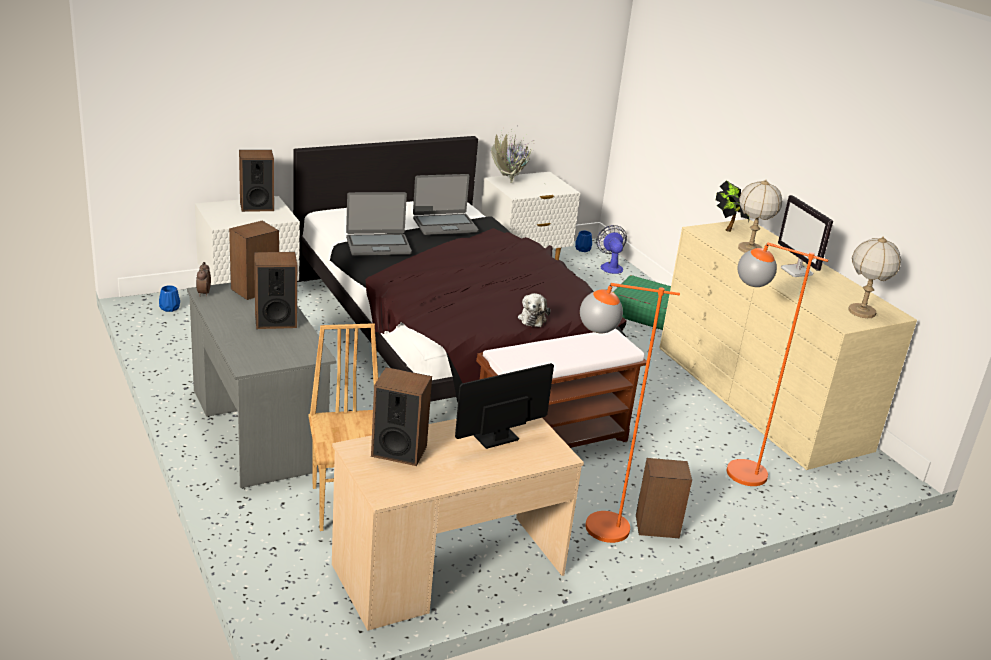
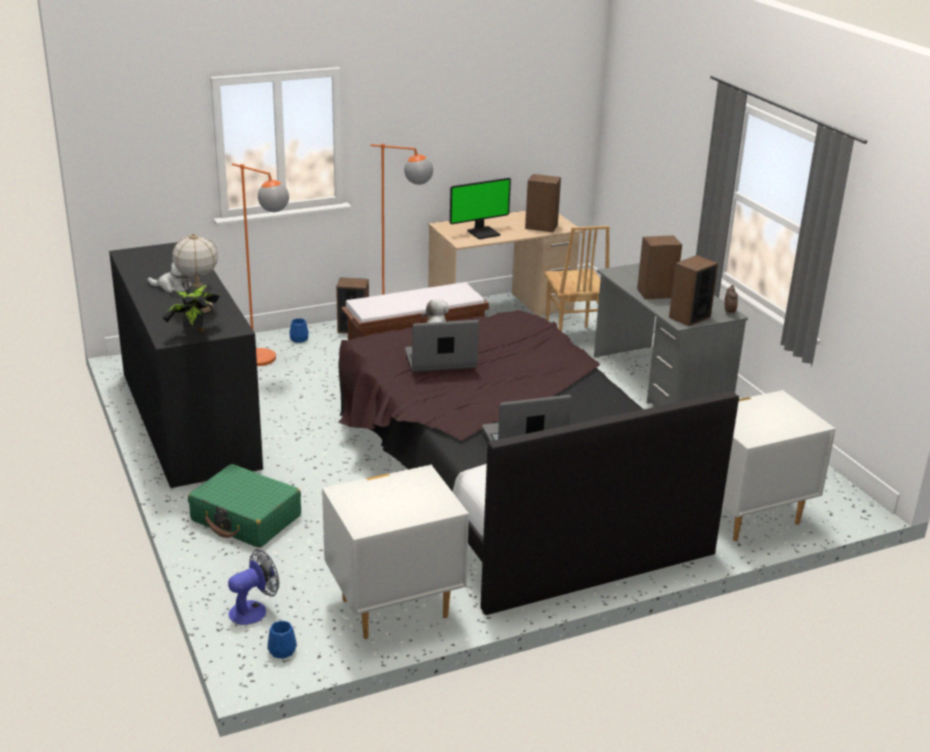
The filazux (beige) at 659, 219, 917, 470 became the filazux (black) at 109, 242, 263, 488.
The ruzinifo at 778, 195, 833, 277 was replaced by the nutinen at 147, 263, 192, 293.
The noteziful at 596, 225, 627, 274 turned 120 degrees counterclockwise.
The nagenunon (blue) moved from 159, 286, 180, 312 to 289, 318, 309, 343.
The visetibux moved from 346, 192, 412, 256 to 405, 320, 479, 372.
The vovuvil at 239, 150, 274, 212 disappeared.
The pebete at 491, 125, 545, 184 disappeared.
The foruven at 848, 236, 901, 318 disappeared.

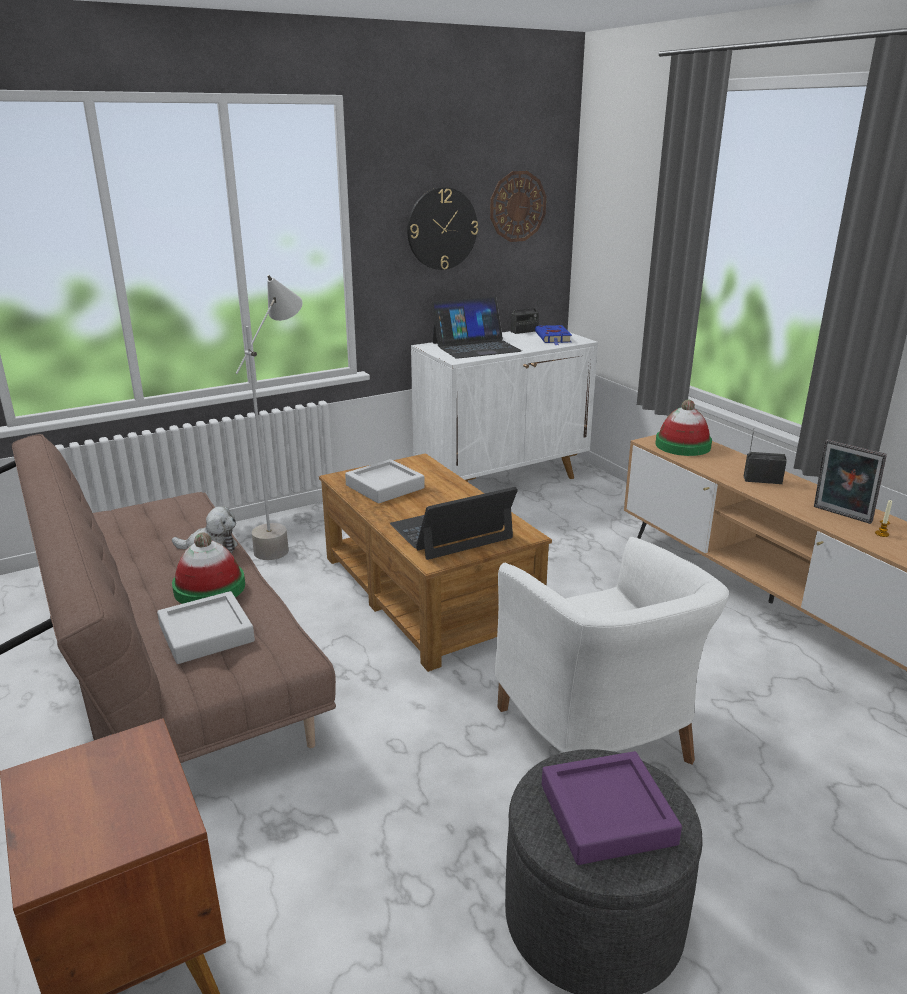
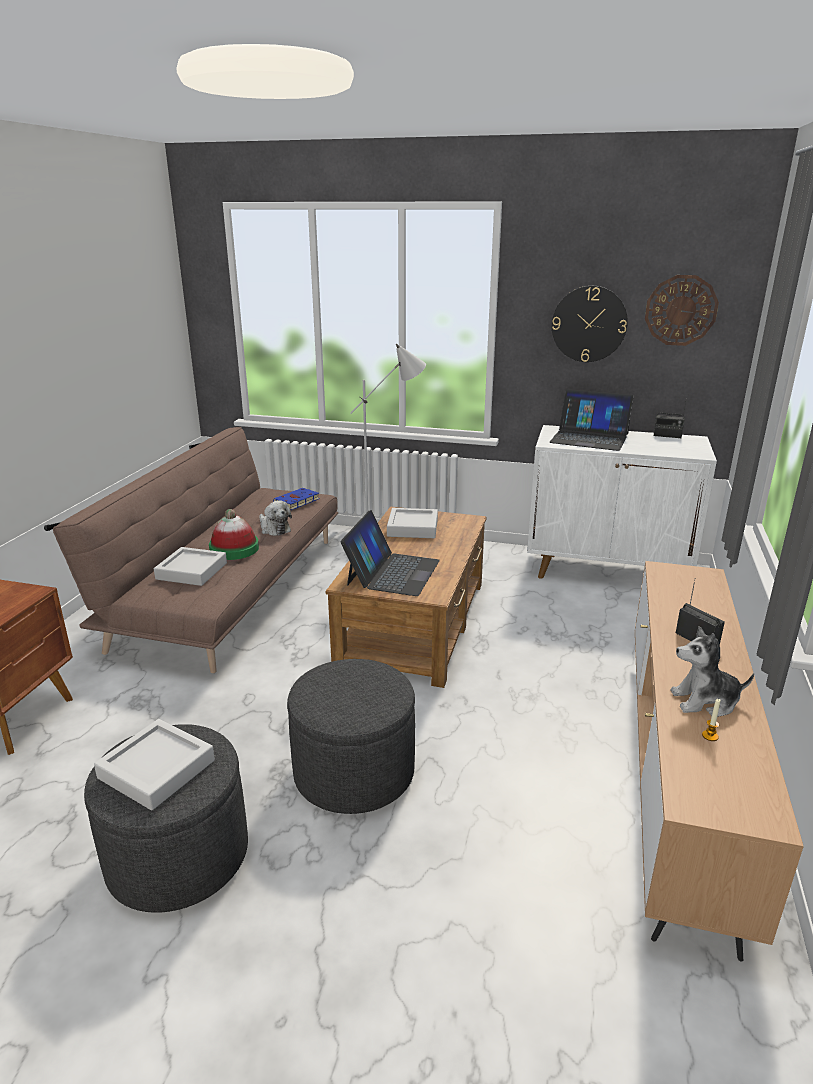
The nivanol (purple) at 542, 751, 682, 865 became the nivanol (grey) at 94, 719, 215, 810.
The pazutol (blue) moved from 535, 325, 572, 345 to 273, 488, 320, 510.
The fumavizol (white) at 495, 537, 729, 765 was replaced by the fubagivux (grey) at 287, 659, 415, 814.
The visetibux at 390, 487, 518, 560 turned 90 degrees clockwise.
The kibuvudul at 814, 439, 887, 524 was replaced by the nutinen at 670, 626, 754, 717.
The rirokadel at 656, 399, 712, 456 disappeared.

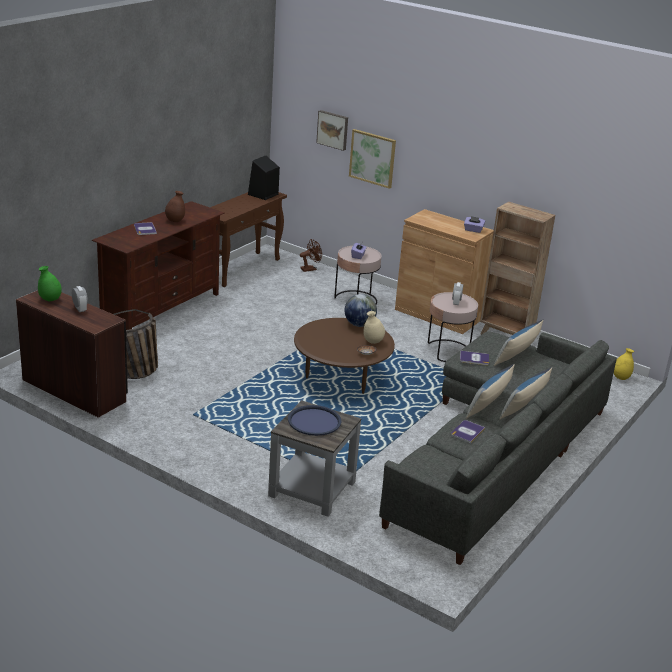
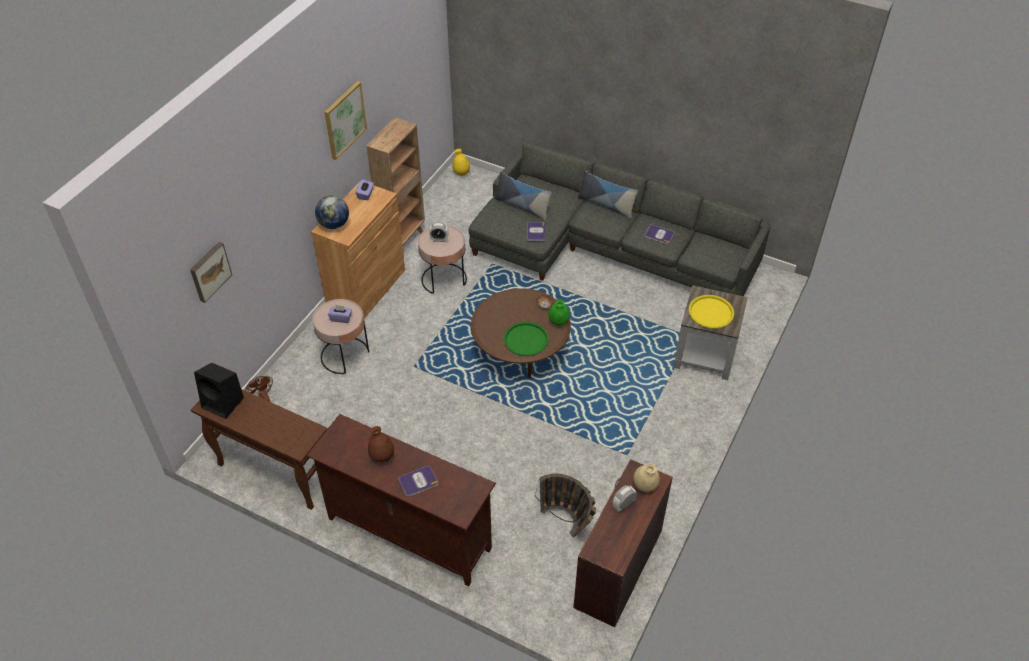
The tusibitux moved from 344, 294, 377, 327 to 315, 195, 349, 229.
The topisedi moved from 349, 129, 396, 189 to 325, 81, 367, 160.
The nivanol (green) at 504, 322, 549, 356 appeared.
The nagenunon (green) moved from 38, 266, 62, 301 to 548, 299, 570, 326.
The nagenunon (beige) moved from 364, 311, 385, 344 to 633, 463, 660, 492.
The nivanol (blue) at 288, 405, 341, 436 became the nivanol (yellow) at 689, 295, 734, 329.
The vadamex at 466, 364, 515, 419 disappeared.

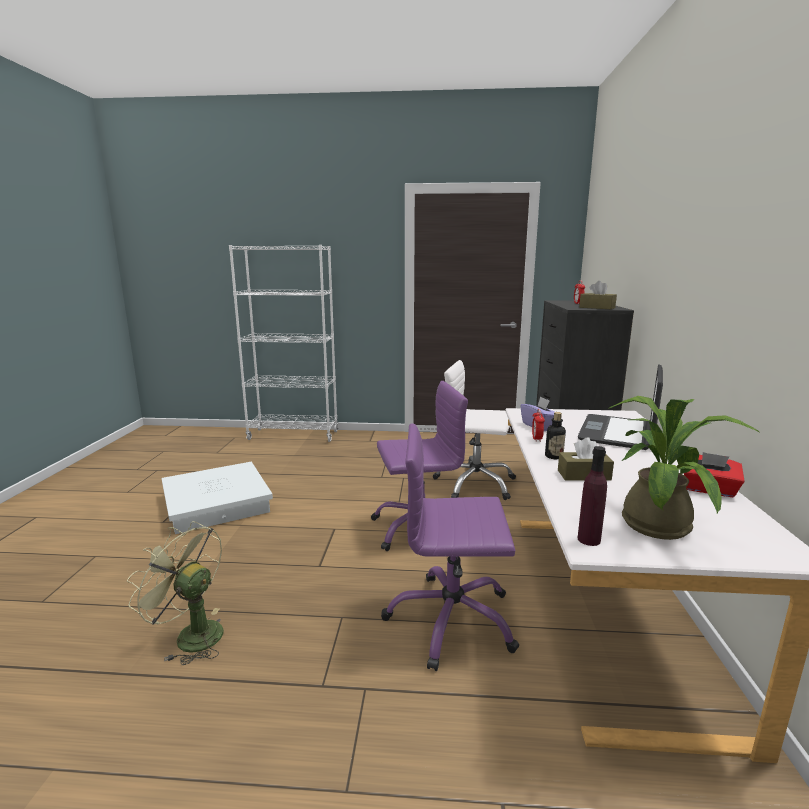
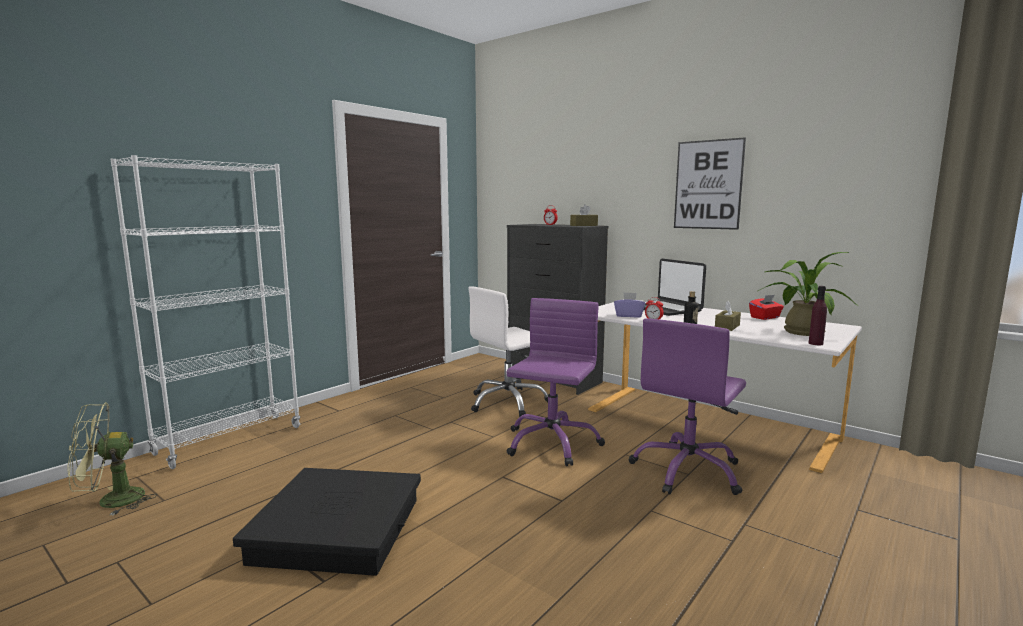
The noteziful (green) moved from 127, 521, 224, 665 to 67, 402, 157, 516.
The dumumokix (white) at 162, 462, 273, 534 became the dumumokix (black) at 233, 468, 421, 576.
The topisedi at 674, 137, 746, 230 appeared.

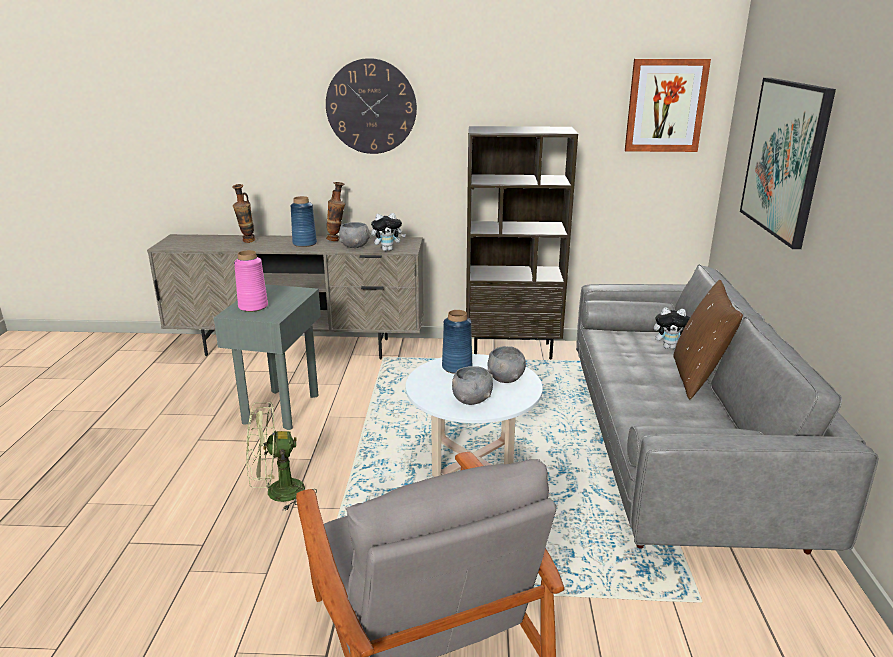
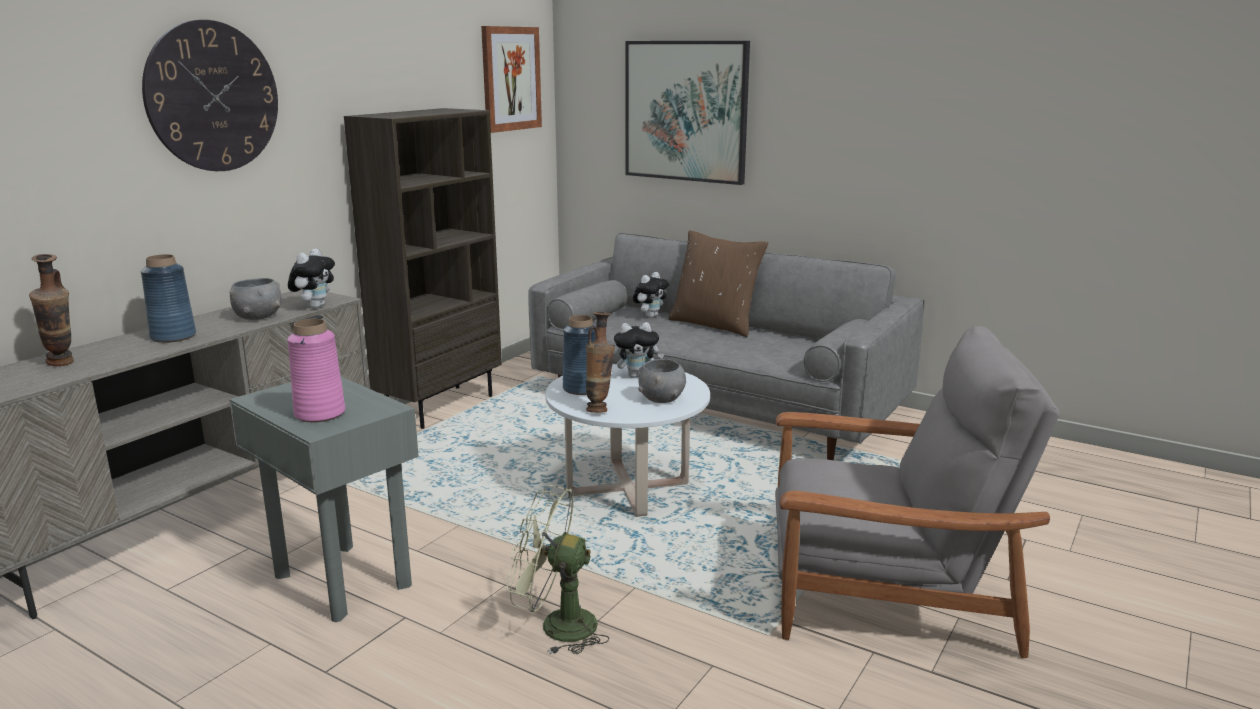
The noteziful (green) at 246, 402, 317, 511 turned 90 degrees clockwise.
The nagenunon moved from 326, 182, 345, 241 to 586, 312, 615, 413.
The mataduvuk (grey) at 488, 346, 526, 383 was replaced by the nutinen at 614, 322, 664, 378.

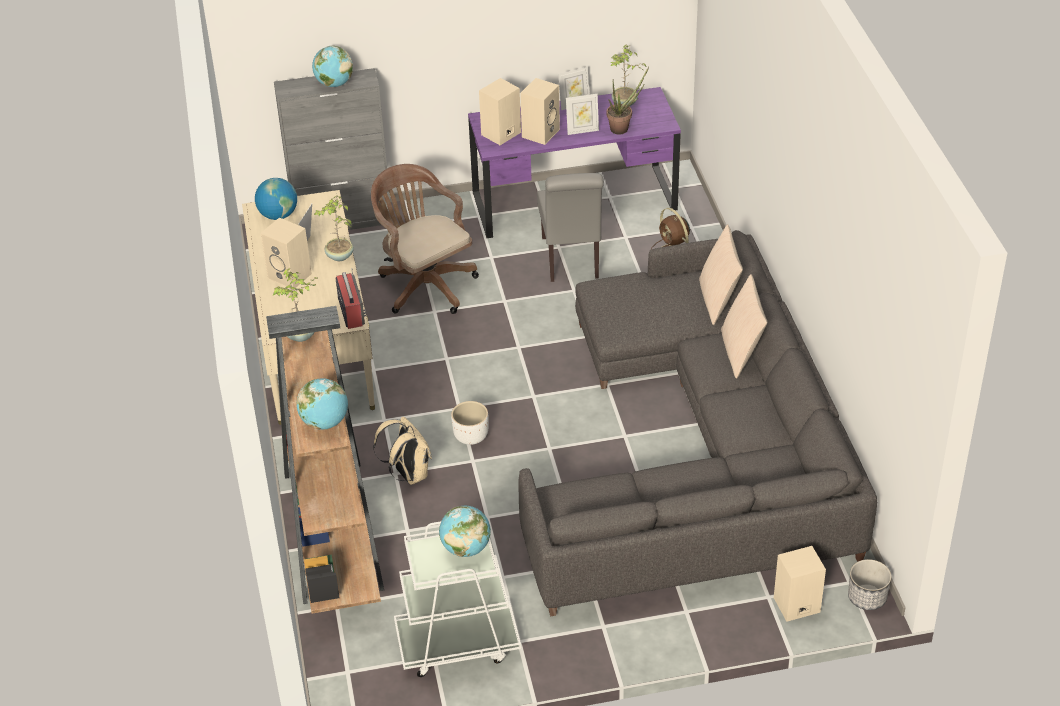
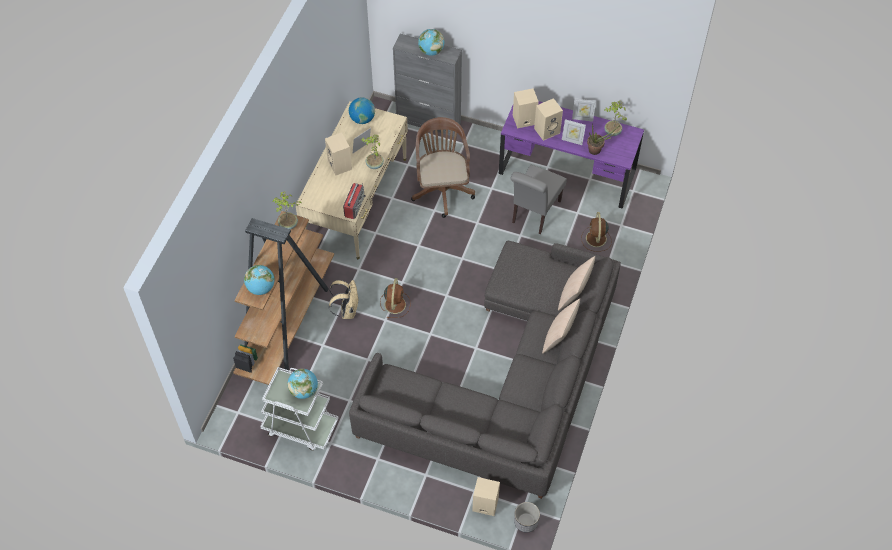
The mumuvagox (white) at 451, 401, 488, 445 was replaced by the noteziful (brown) at 380, 278, 411, 318.

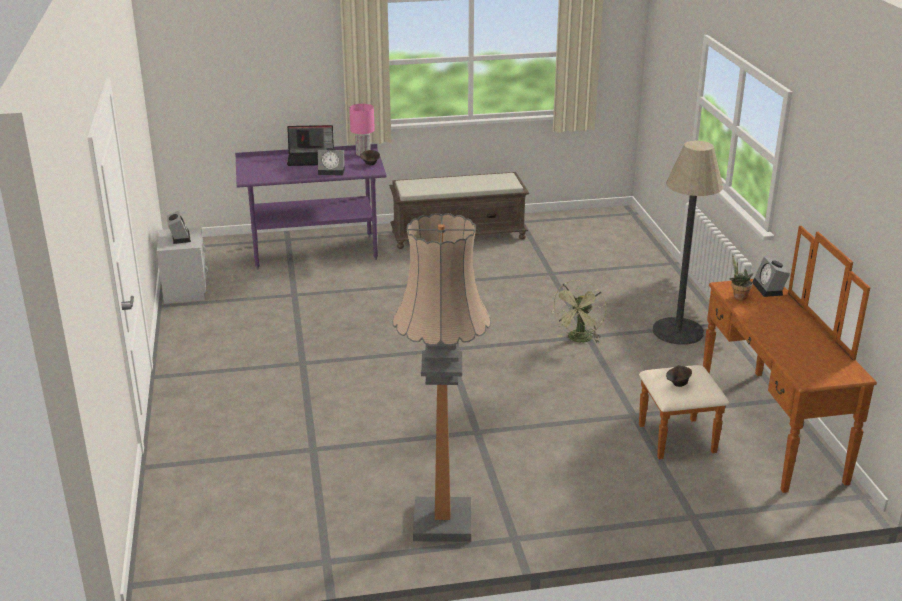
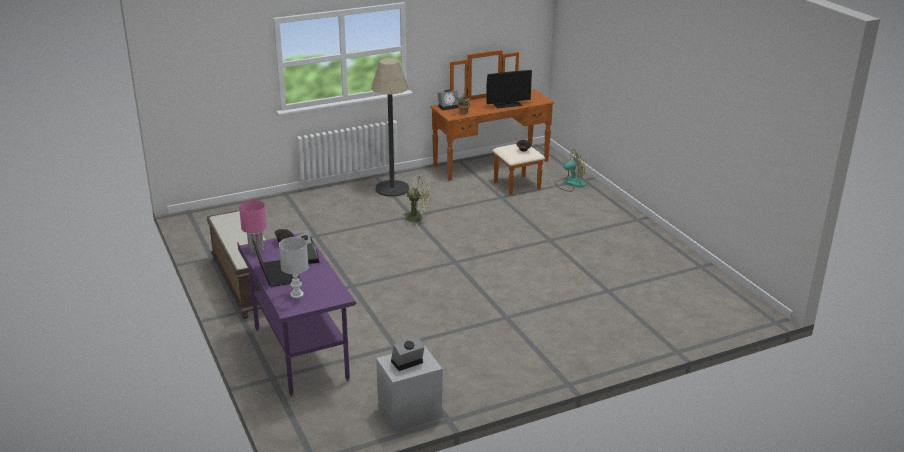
The foruven (white) at 279, 237, 309, 298 appeared.
The ruzinifo at 486, 70, 532, 108 appeared.
The noteziful at 555, 149, 586, 192 appeared.
The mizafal at 393, 213, 491, 542 disappeared.

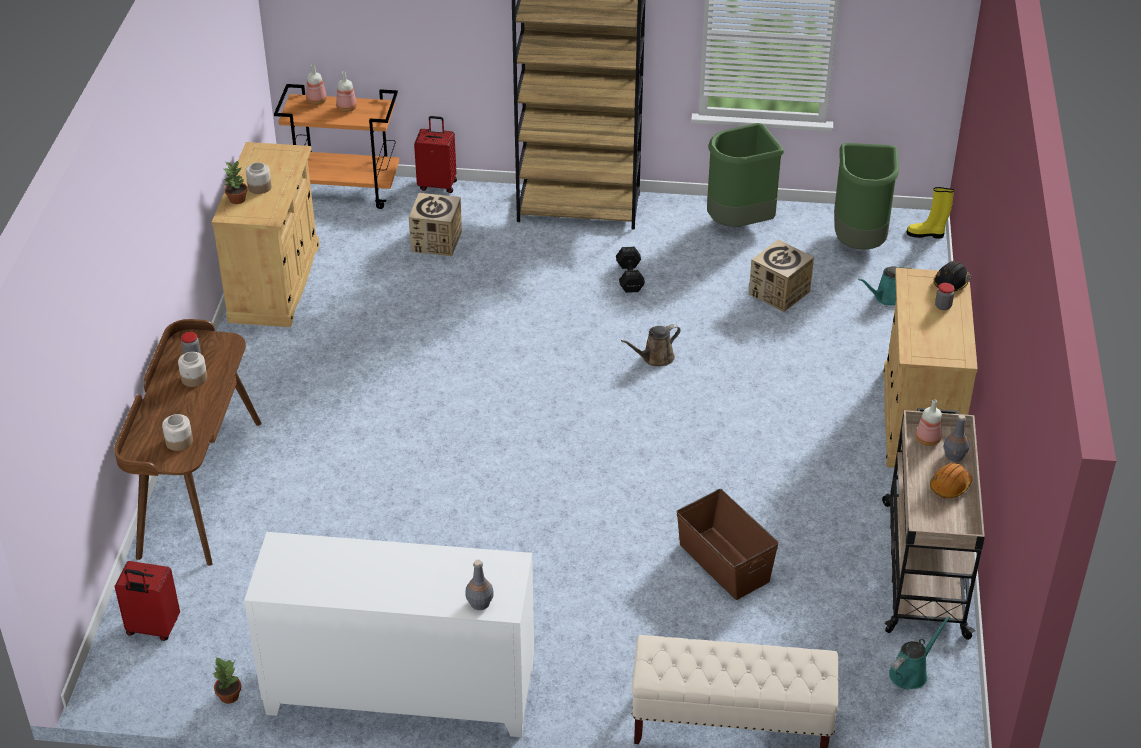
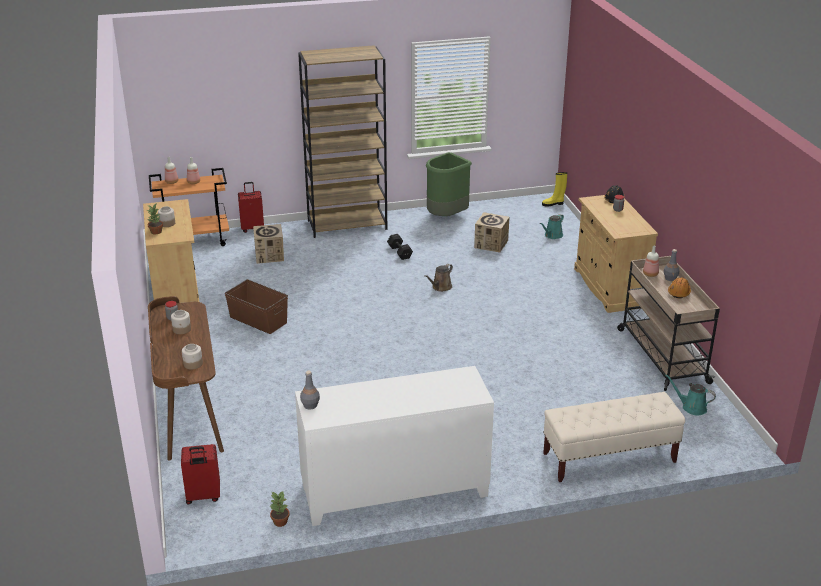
The dumumokix (brown) moved from 677, 489, 779, 600 to 225, 279, 288, 334.
The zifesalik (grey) moved from 465, 560, 494, 610 to 300, 371, 320, 410.
The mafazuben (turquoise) at 889, 616, 951, 689 turned 90 degrees counterclockwise.
The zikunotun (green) at 834, 143, 899, 250 disappeared.

